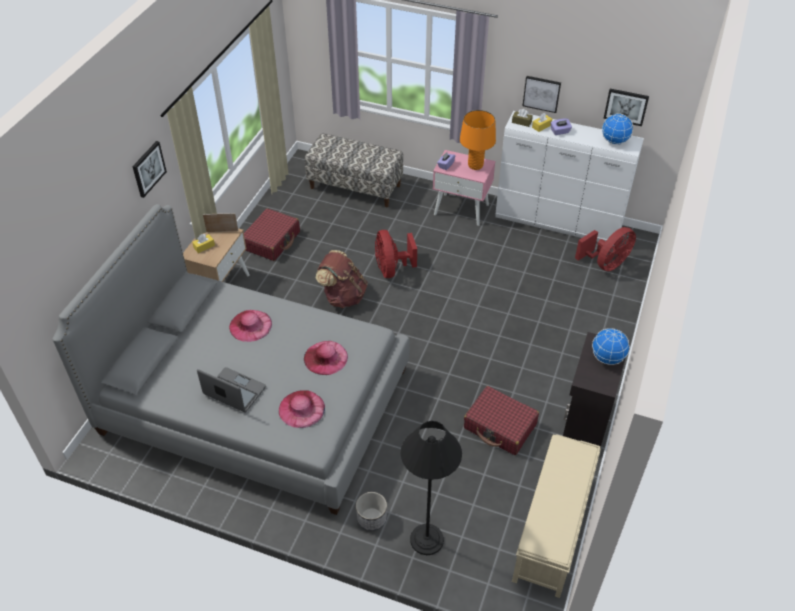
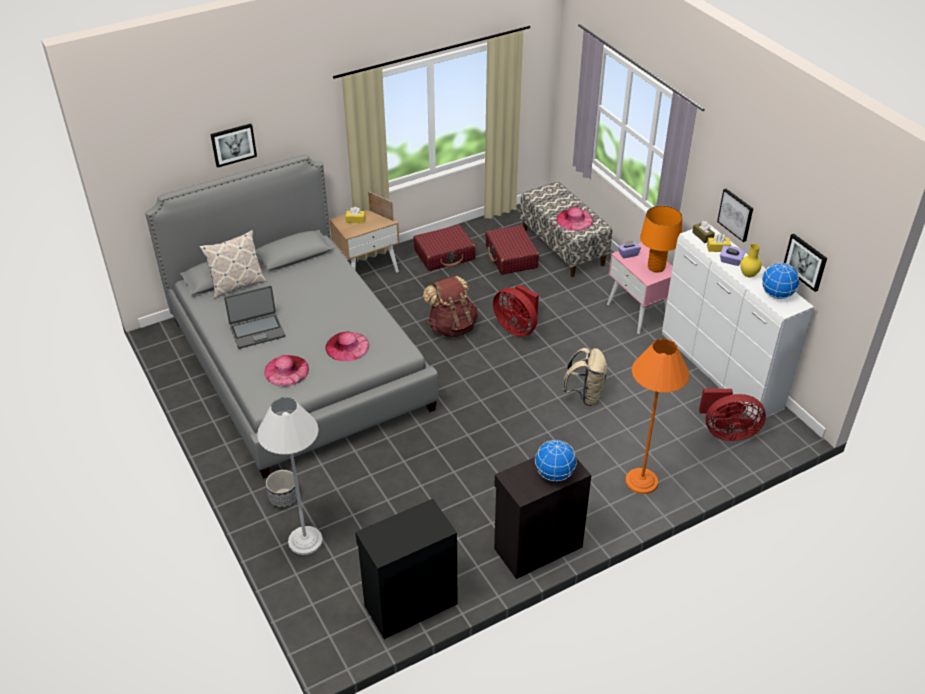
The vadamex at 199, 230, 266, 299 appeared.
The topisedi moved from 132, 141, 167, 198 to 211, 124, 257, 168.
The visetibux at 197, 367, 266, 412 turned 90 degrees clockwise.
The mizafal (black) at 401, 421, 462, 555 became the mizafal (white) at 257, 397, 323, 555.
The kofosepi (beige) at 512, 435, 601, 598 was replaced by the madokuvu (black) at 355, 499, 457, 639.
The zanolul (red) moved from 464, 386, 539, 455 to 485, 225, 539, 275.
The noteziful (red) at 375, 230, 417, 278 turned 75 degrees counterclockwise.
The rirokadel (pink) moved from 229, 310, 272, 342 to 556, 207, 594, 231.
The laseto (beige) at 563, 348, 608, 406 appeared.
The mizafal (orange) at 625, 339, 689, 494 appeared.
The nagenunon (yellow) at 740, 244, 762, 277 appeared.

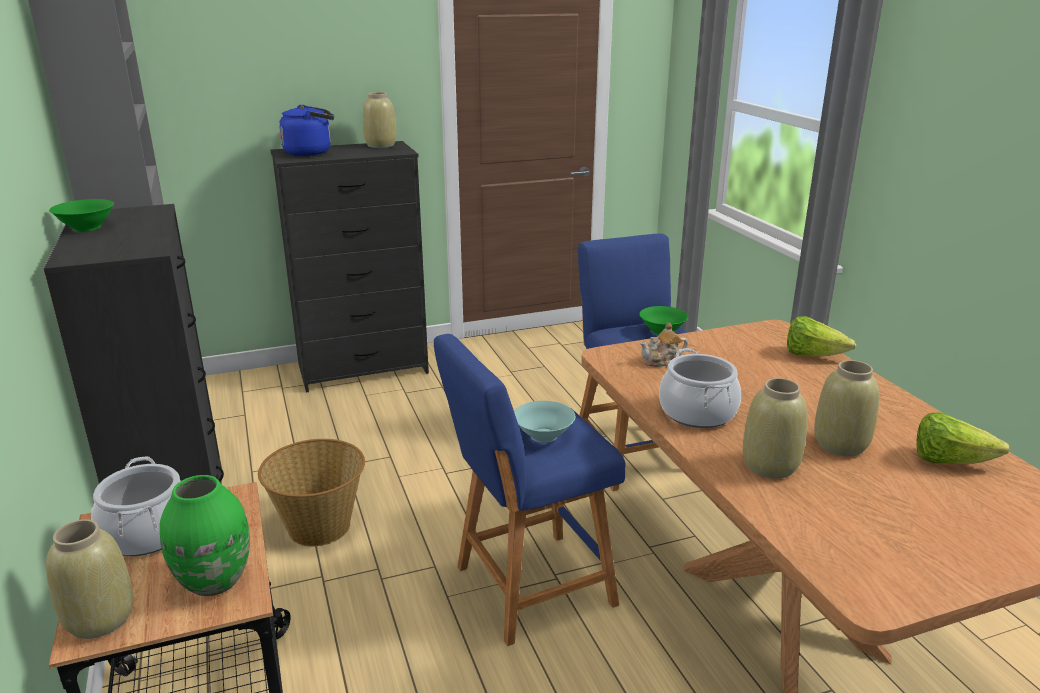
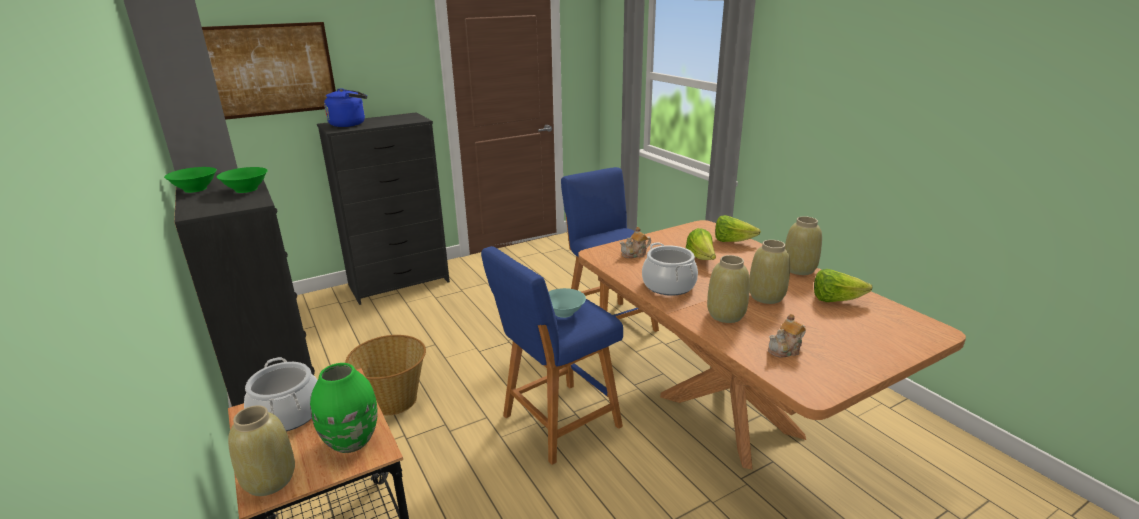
The topisedi at 202, 22, 336, 120 appeared.
The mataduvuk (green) moved from 639, 306, 688, 335 to 217, 167, 268, 193.
The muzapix at 686, 228, 716, 260 appeared.
The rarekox at 768, 314, 806, 357 appeared.
The nagenunon (beige) moved from 363, 92, 396, 148 to 785, 216, 822, 275.

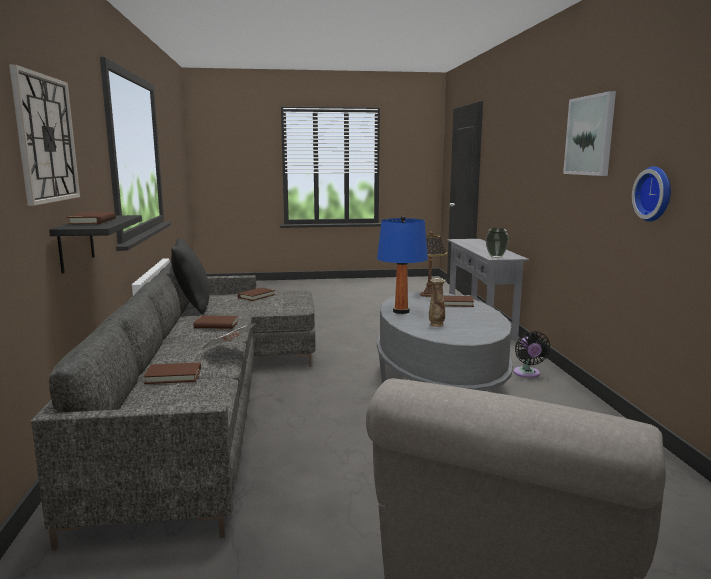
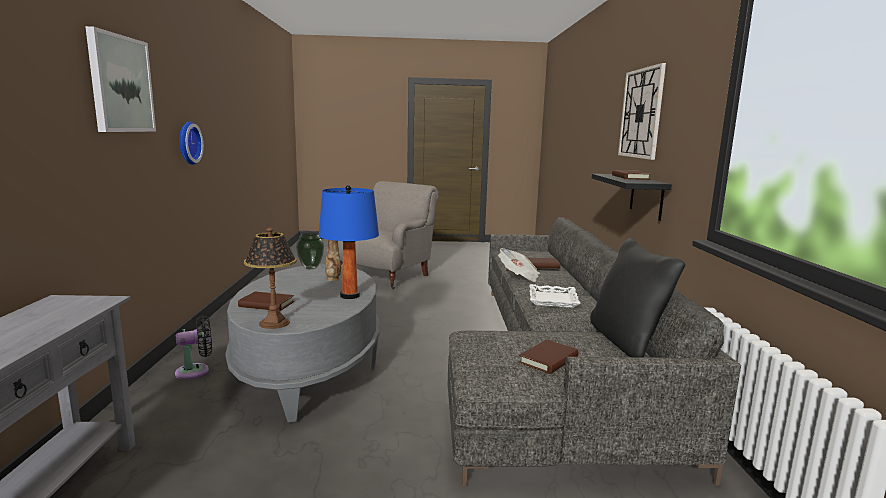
The noteziful (black) at 514, 331, 551, 378 turned 60 degrees clockwise.
The nagenunon moved from 485, 228, 509, 258 to 296, 233, 324, 269.
The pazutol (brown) at 194, 315, 239, 329 was replaced by the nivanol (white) at 529, 284, 581, 308.

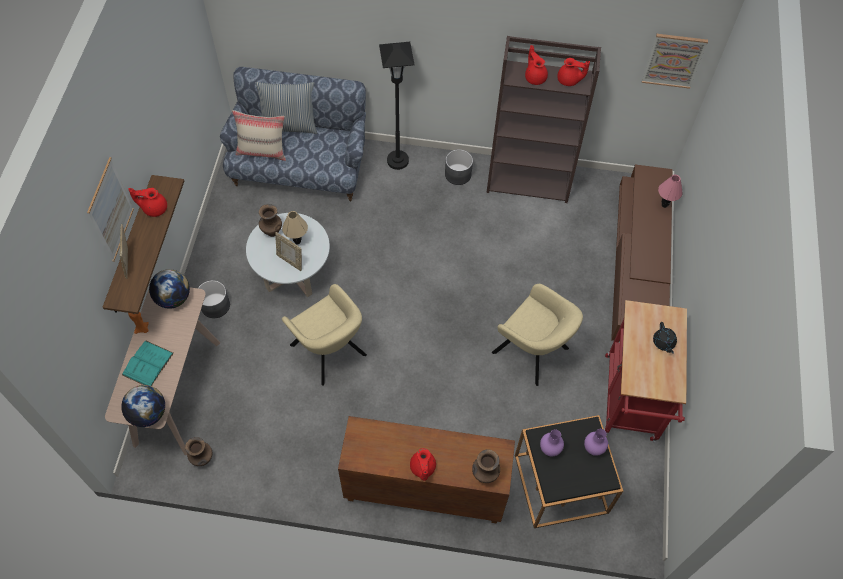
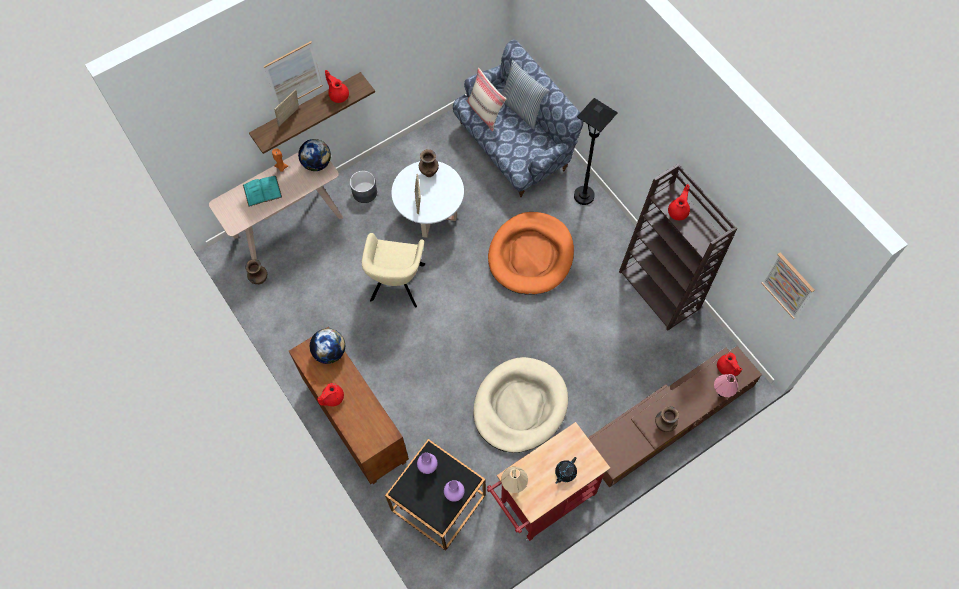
The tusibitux moved from 121, 385, 165, 427 to 310, 328, 345, 364.
The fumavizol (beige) at 492, 284, 583, 386 was replaced by the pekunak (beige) at 473, 357, 568, 453.
The pekunak (orange) at 488, 212, 574, 295 appeared.
The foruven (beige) moved from 282, 211, 308, 245 to 501, 467, 528, 493.
The nagenunon (brown) moved from 472, 449, 500, 483 to 655, 406, 679, 432.
The rarekox (red) moved from 557, 58, 590, 86 to 717, 353, 742, 376.
The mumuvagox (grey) at 445, 149, 473, 185 disappeared.

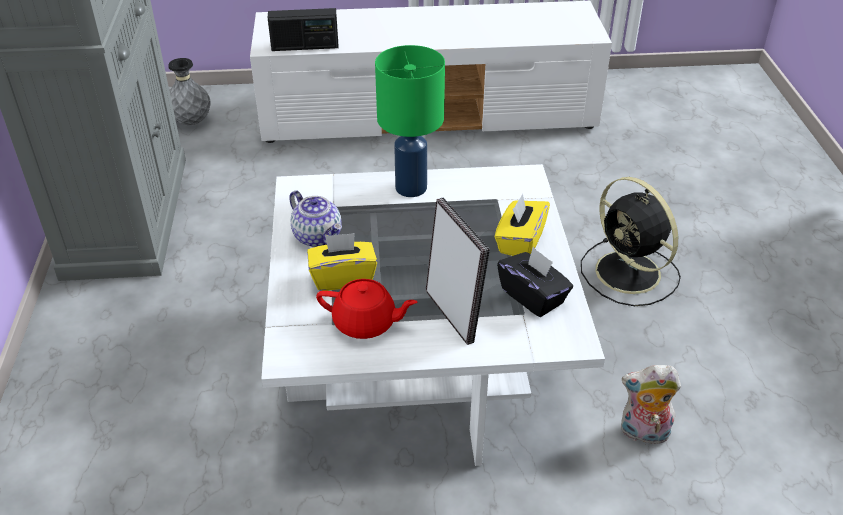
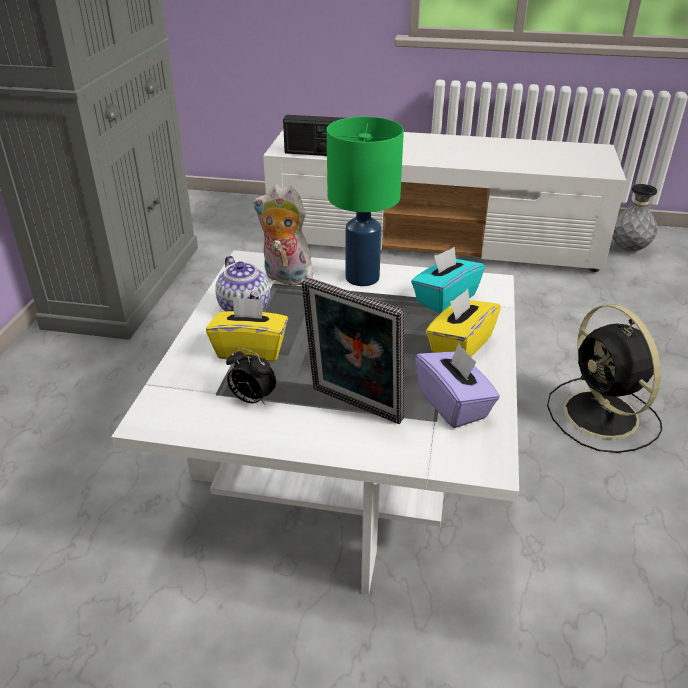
The rarekox (red) at 316, 279, 417, 339 was replaced by the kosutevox at 226, 348, 276, 406.
The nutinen moved from 621, 365, 681, 444 to 253, 184, 318, 286.
The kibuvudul at 426, 198, 490, 345 turned 135 degrees clockwise.
The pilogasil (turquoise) at 411, 247, 485, 313 appeared.
The pilogasil (black) at 497, 247, 573, 317 became the pilogasil (purple) at 415, 343, 500, 428.
The nagenunon (grey) moved from 168, 58, 211, 125 to 613, 184, 658, 251.

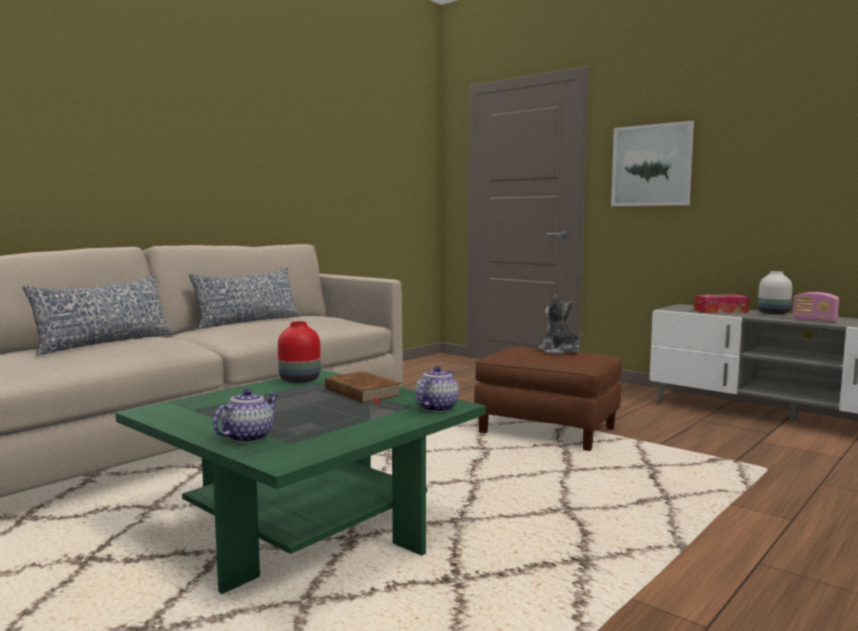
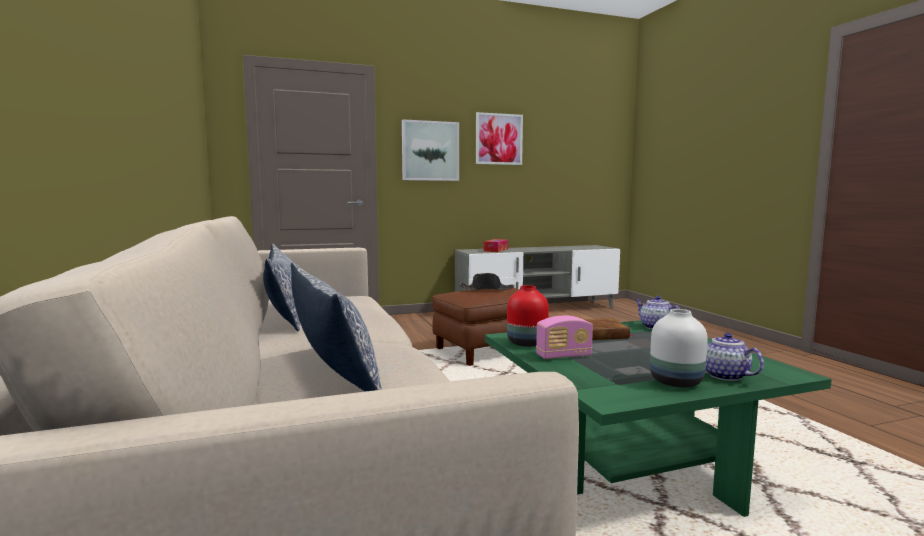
The nutinen at 538, 295, 580, 355 was replaced by the rirokadel (black) at 459, 273, 514, 290.
The topisedi at 476, 112, 523, 165 appeared.
The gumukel moved from 793, 292, 839, 323 to 536, 316, 593, 359.
The nagenunon (white) moved from 758, 271, 792, 314 to 650, 309, 708, 387.

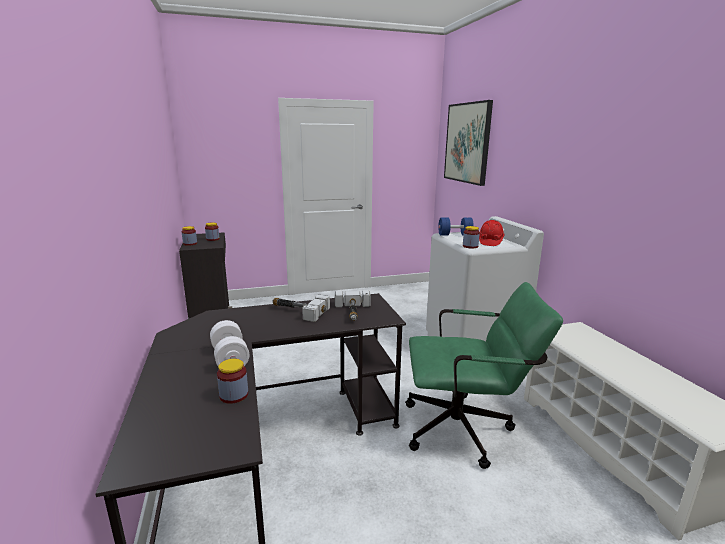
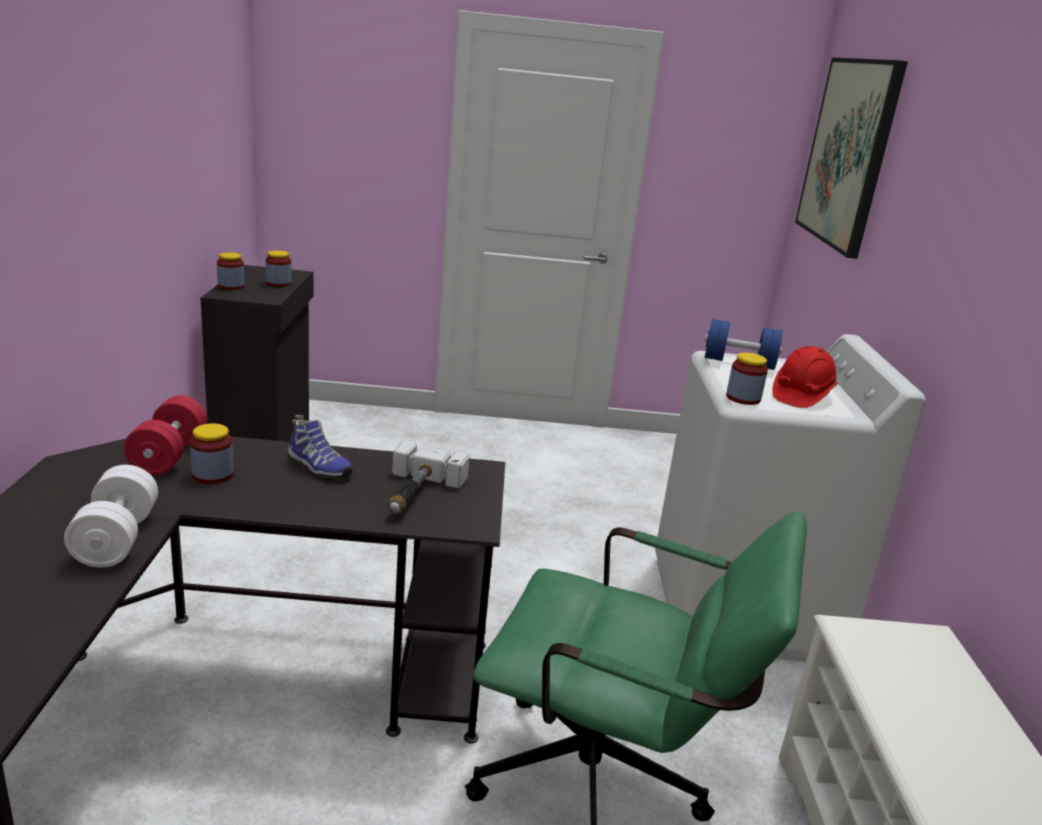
The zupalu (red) at 124, 395, 208, 475 appeared.
The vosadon moved from 217, 359, 248, 404 to 190, 423, 234, 484.
The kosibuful at 272, 295, 330, 322 was replaced by the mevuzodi at 288, 420, 352, 480.

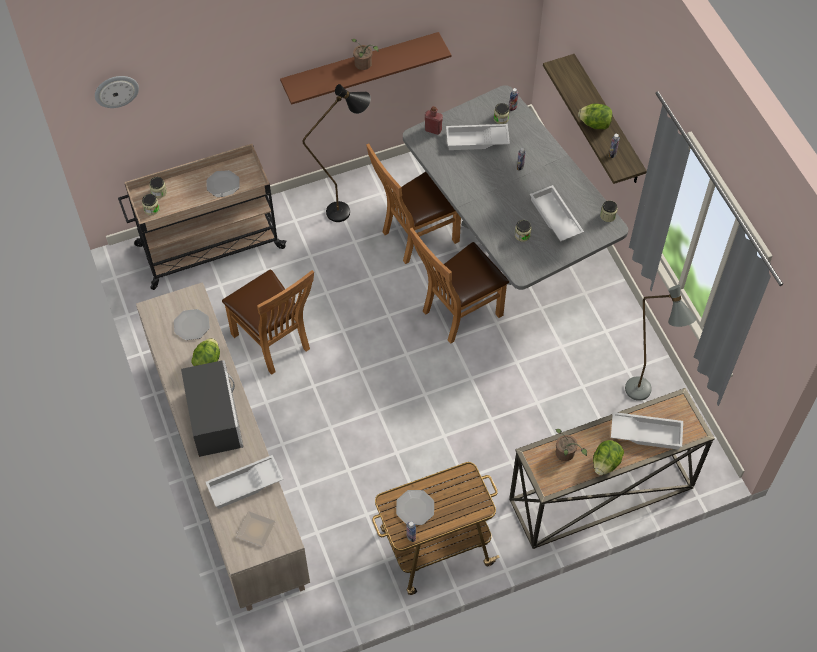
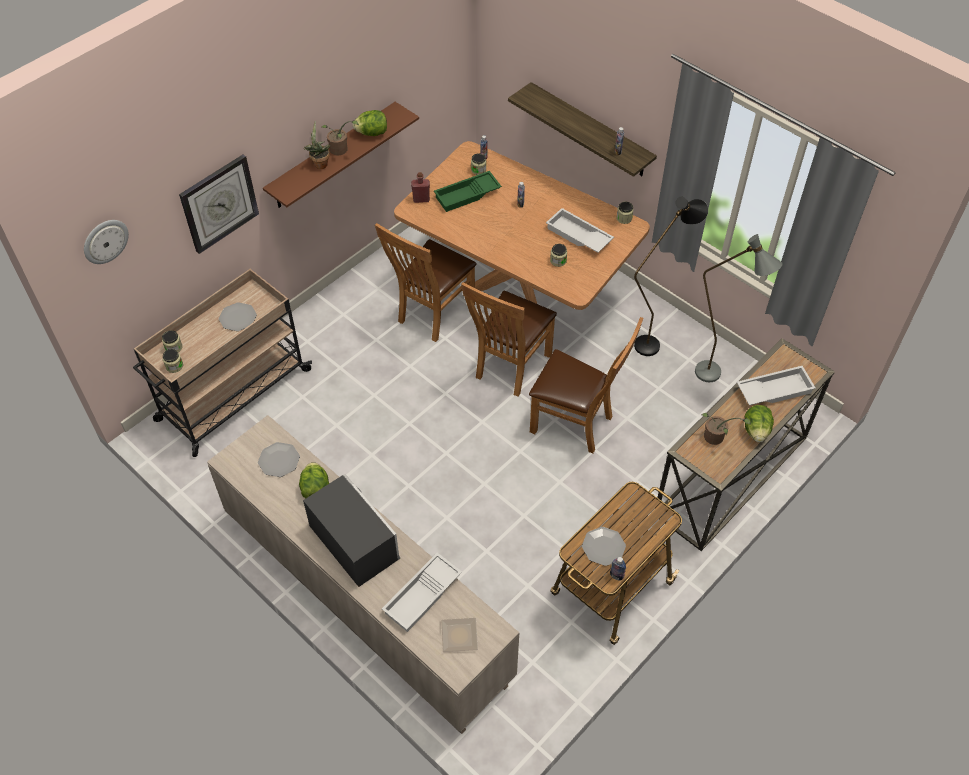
The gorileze at 179, 155, 259, 254 appeared.
The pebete at 304, 121, 330, 169 appeared.
The muzapix moved from 578, 103, 612, 129 to 353, 110, 387, 136.
The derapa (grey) at 403, 85, 628, 290 became the derapa (brown) at 394, 141, 650, 310.
The nivanol (white) at 446, 124, 510, 150 became the nivanol (green) at 434, 171, 502, 212.
The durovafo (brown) moved from 222, 269, 314, 375 to 529, 317, 643, 454.
The mizafal (black) moved from 303, 84, 371, 222 to 634, 197, 708, 356.

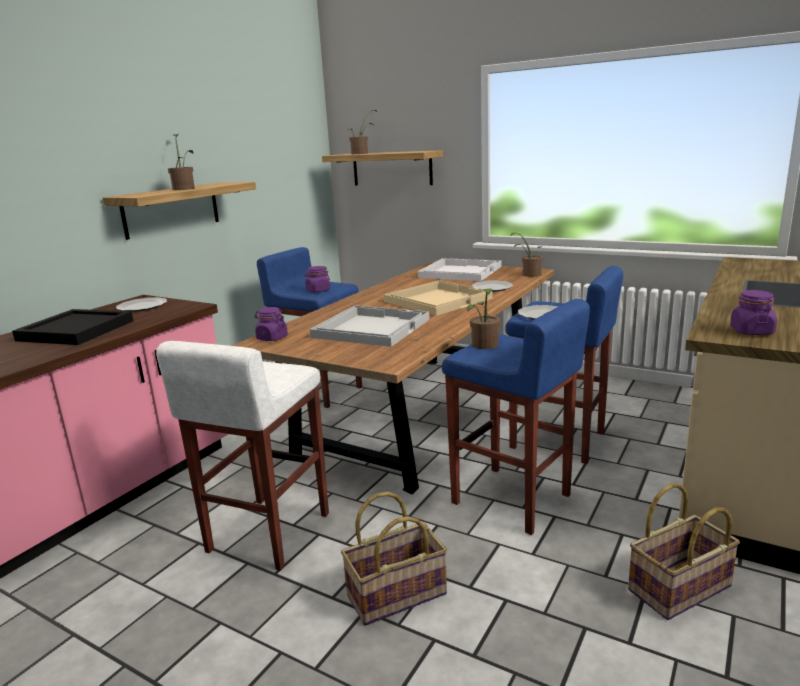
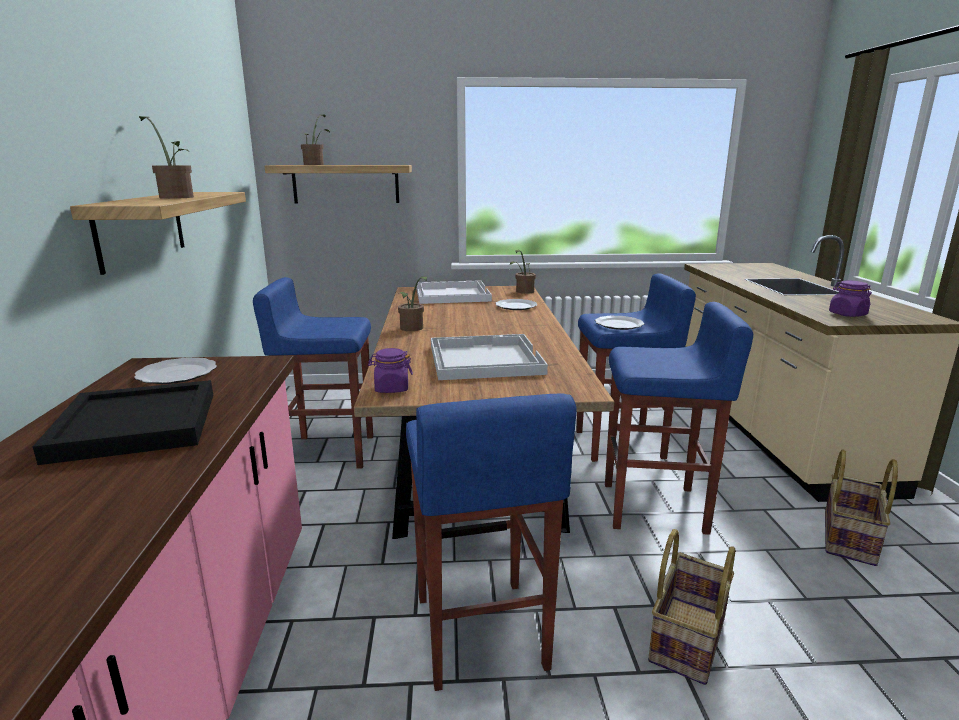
The pebete moved from 467, 288, 500, 349 to 398, 276, 427, 331.
The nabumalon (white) at 156, 341, 329, 571 became the nabumalon (blue) at 406, 393, 577, 691.
The vosadon (purple) at 304, 266, 330, 292 disappeared.
The nivanol (beige) at 384, 280, 493, 316 disappeared.

